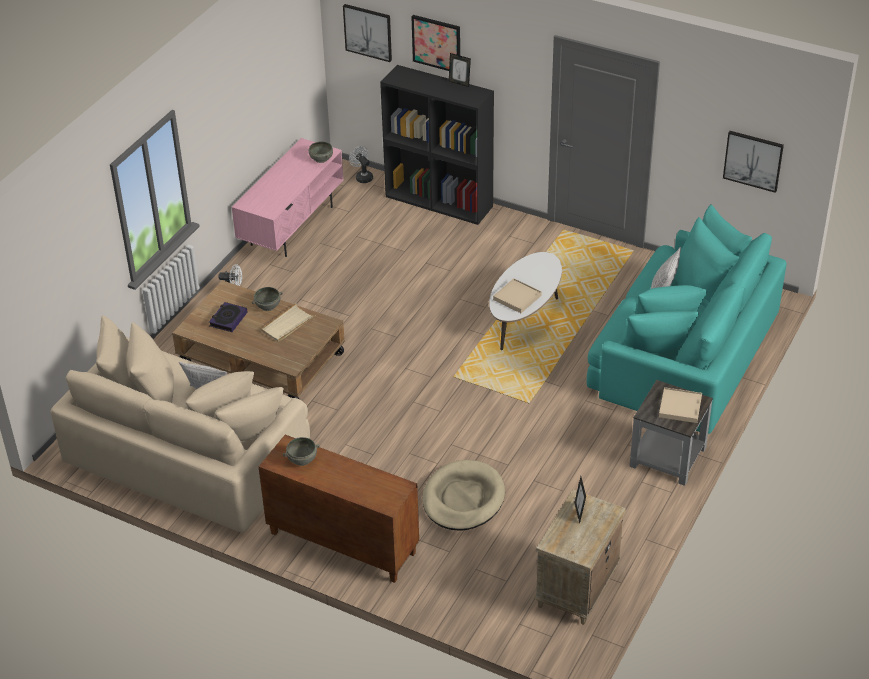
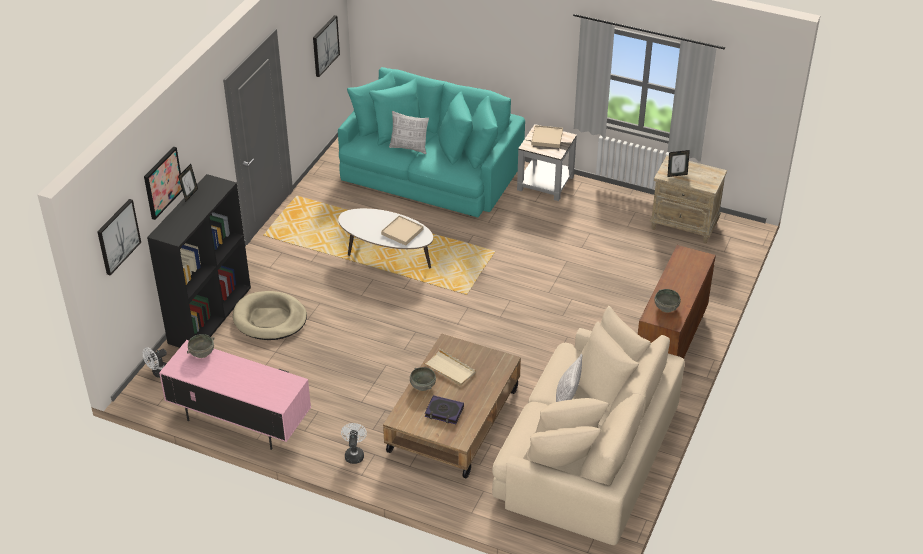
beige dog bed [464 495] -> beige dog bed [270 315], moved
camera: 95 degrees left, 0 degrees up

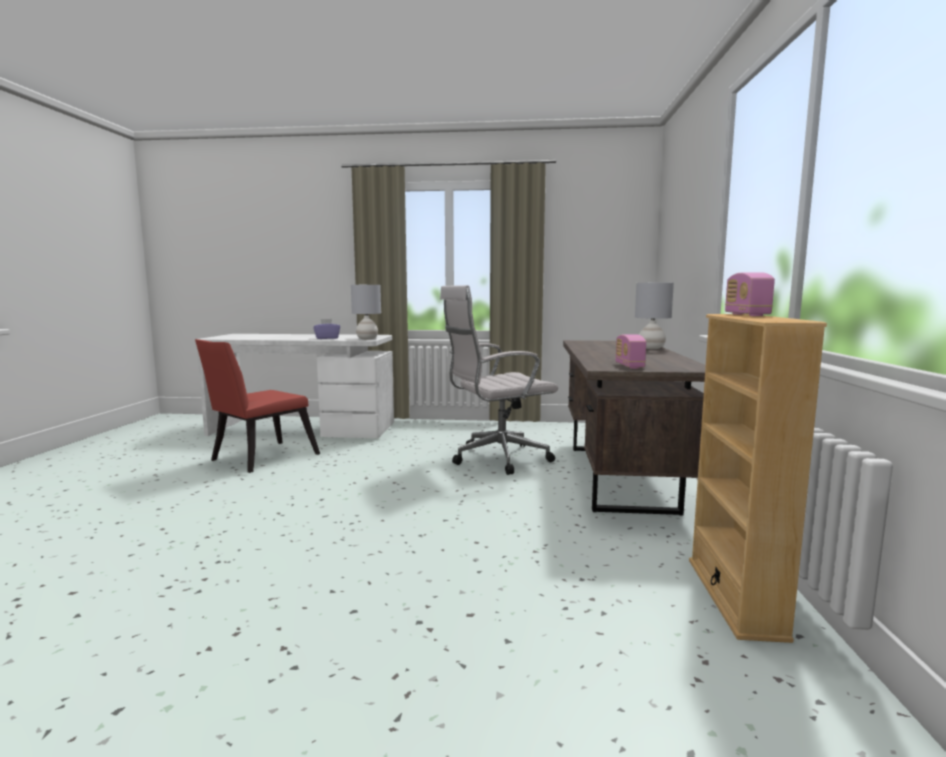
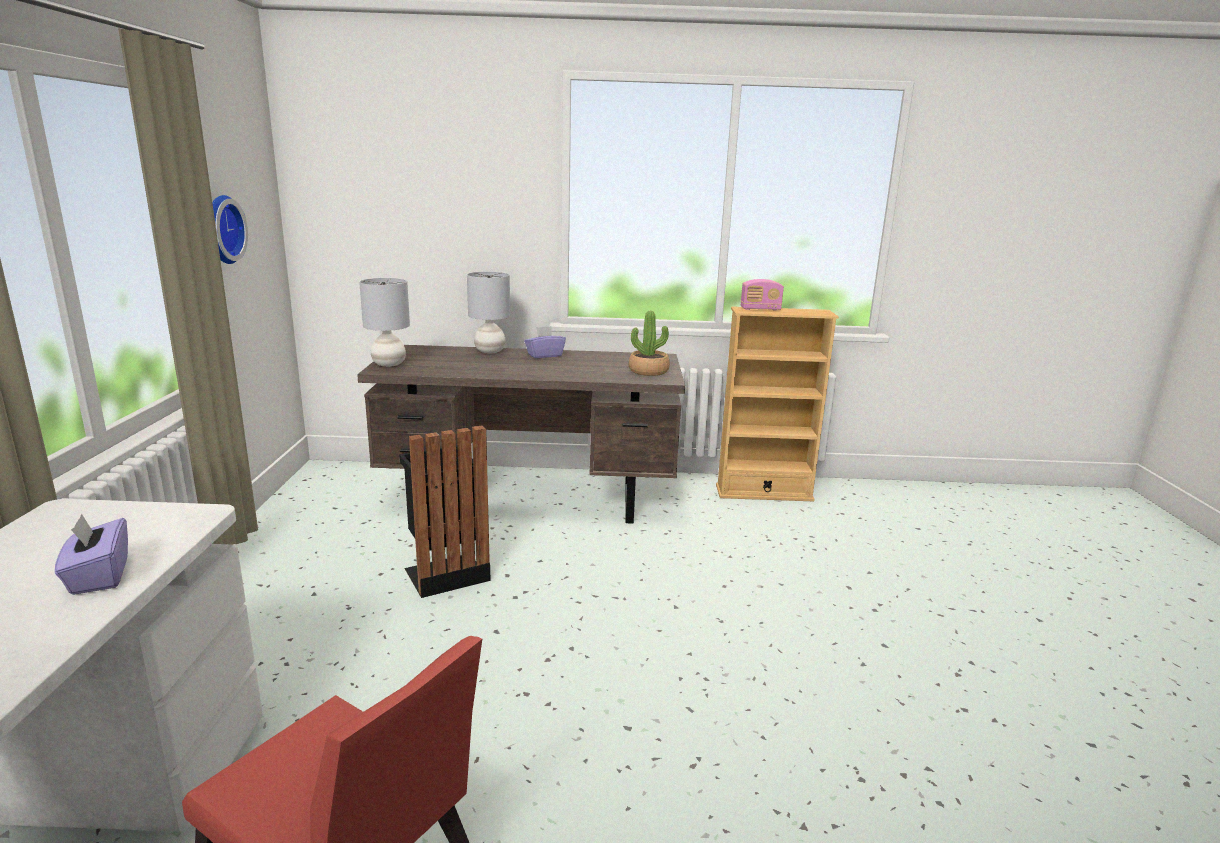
none -> wall clock [230 229]
grey table lamp [366 312] -> grey table lamp [384 322], moved
white office chair [499 380] -> black trash can [445 512]
none -> purple tissue box [545 342]
radio [630 352] -> potted plant [649 343]
camera: 95 degrees left, 10 degrees up

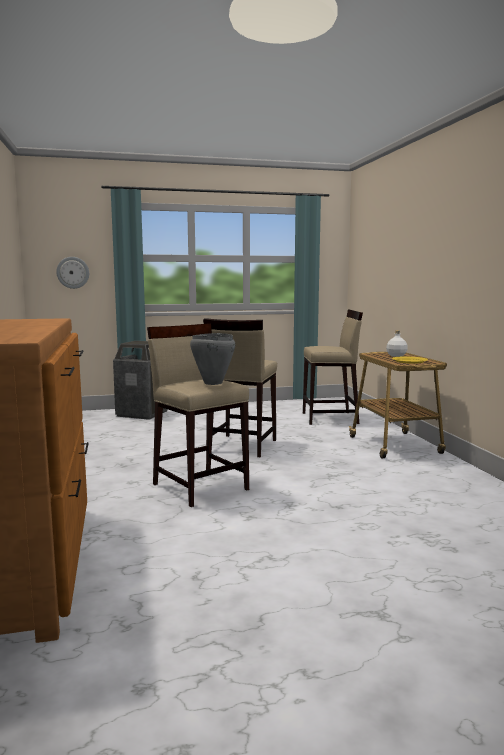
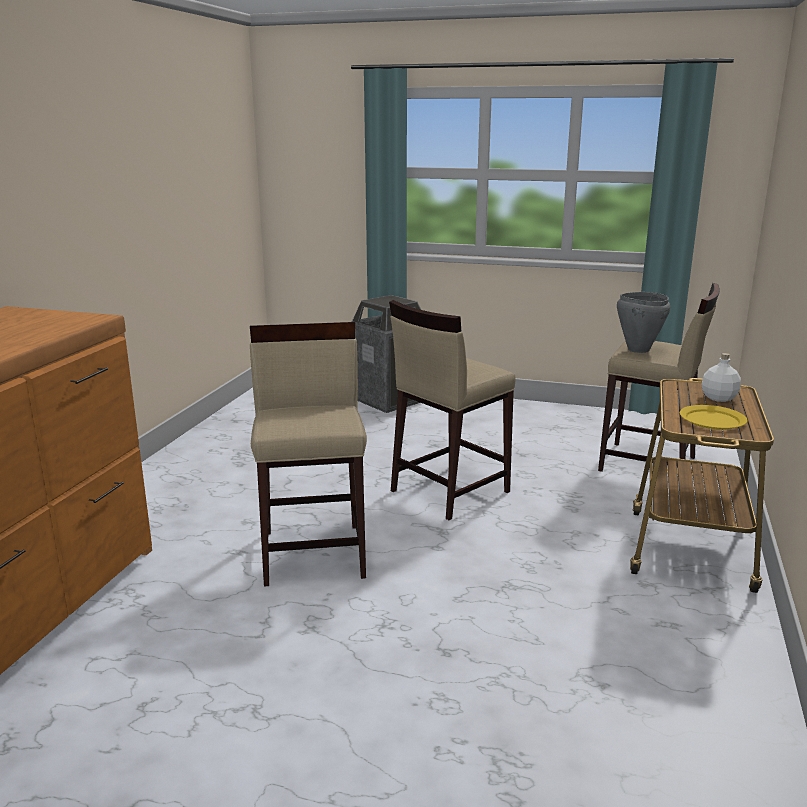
grey cooking pot [212 359] -> grey cooking pot [643 322], moved
wall clock [72 273] -> none
camera: 30 degrees right, 10 degrees up

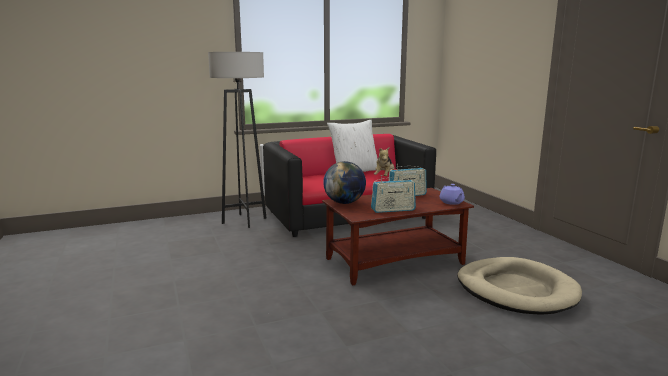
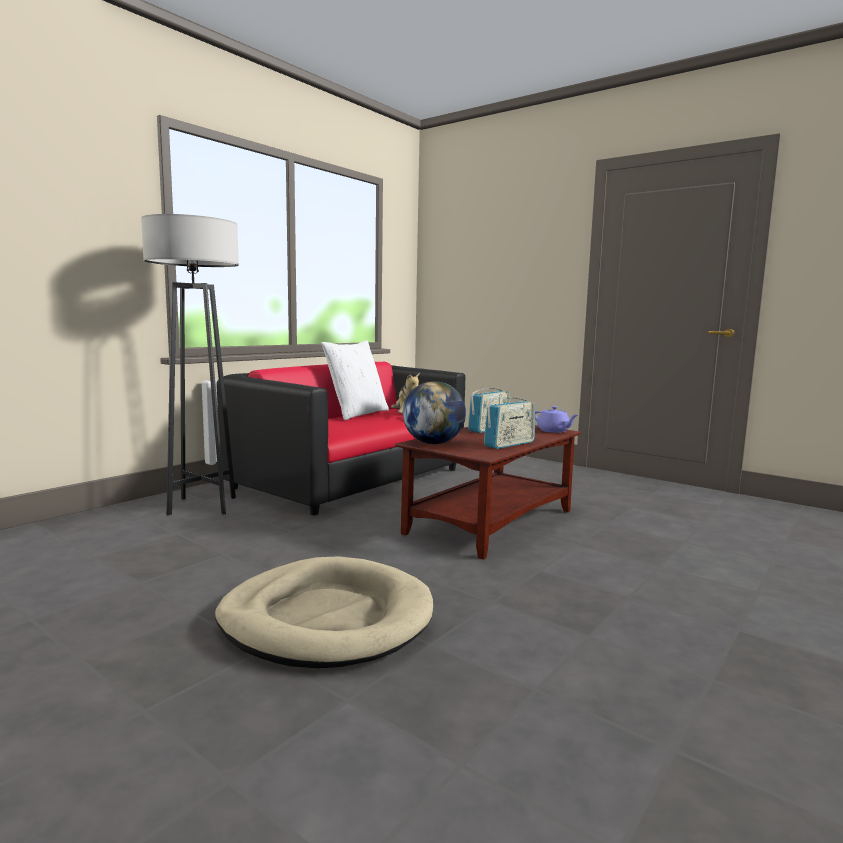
beige dog bed [519 286] -> beige dog bed [324 612], moved
camera: 30 degrees left, 5 degrees down

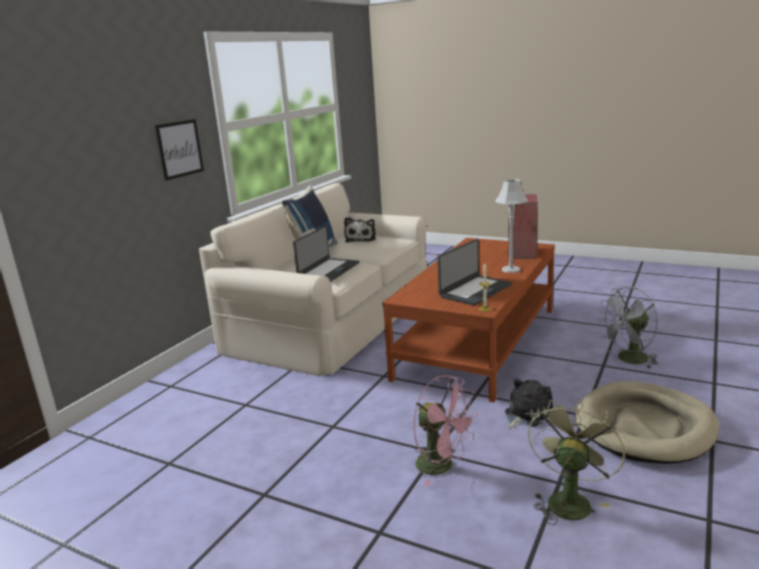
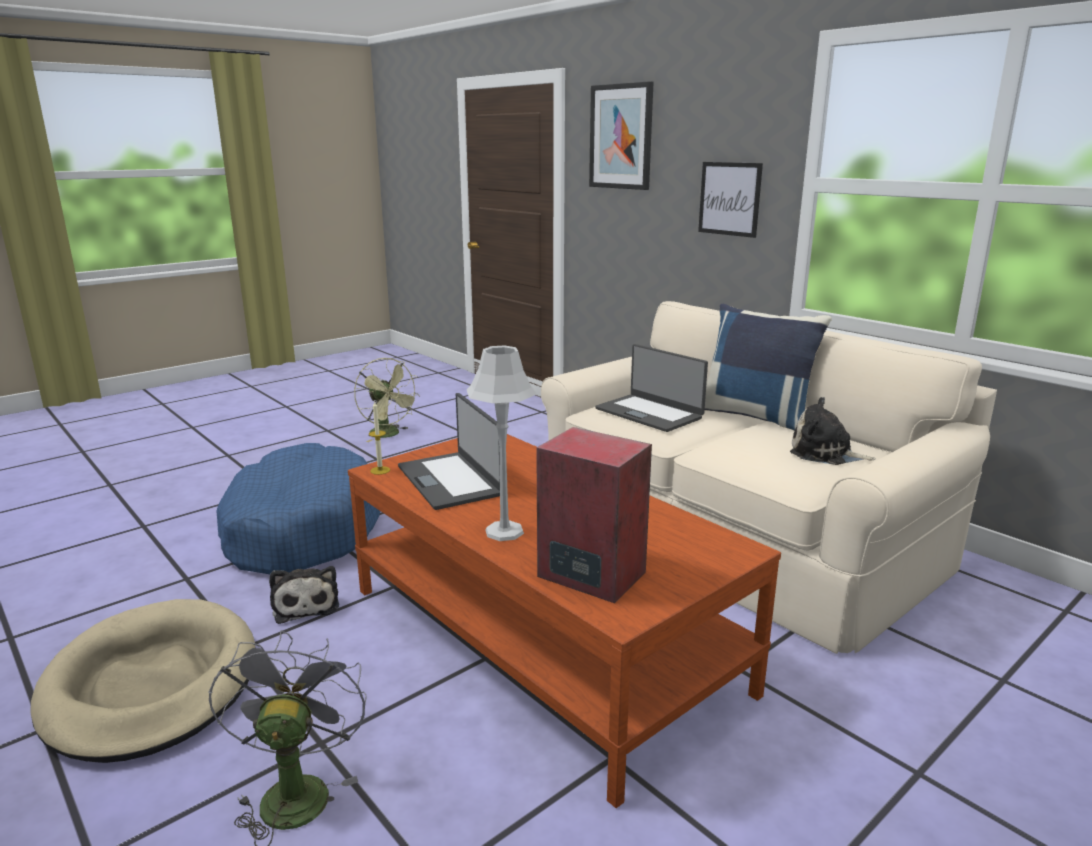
pink fan [445 430] -> blue dog bed [298 508]
green fan [576 461] -> green fan [387 400], moved
none -> picture [621 135]
camera: 110 degrees right, 0 degrees up

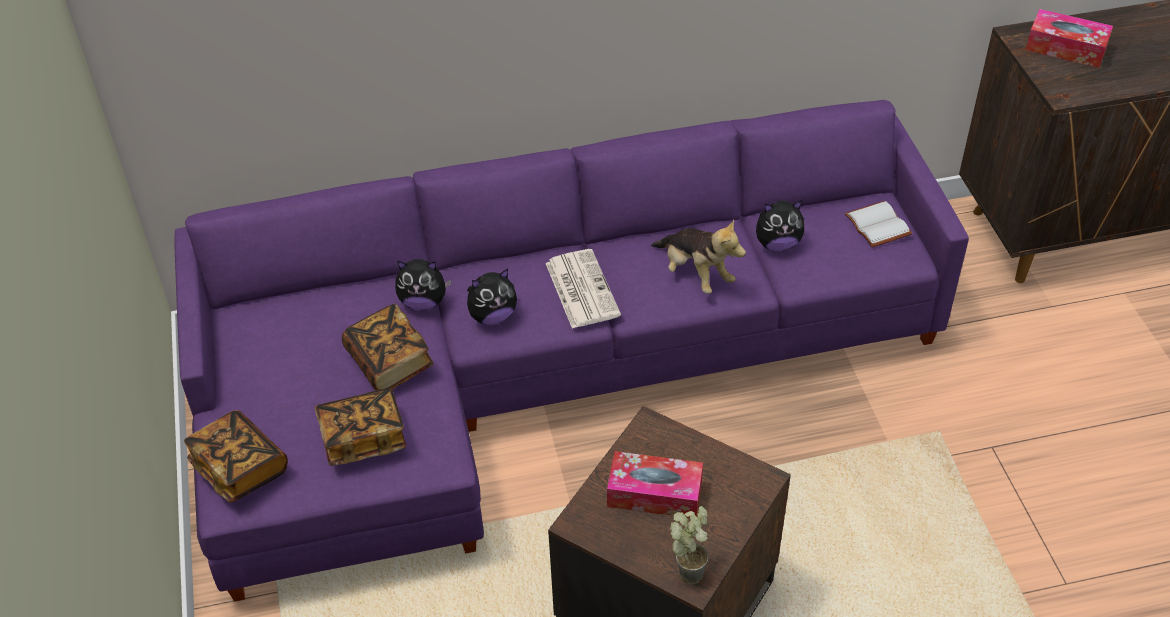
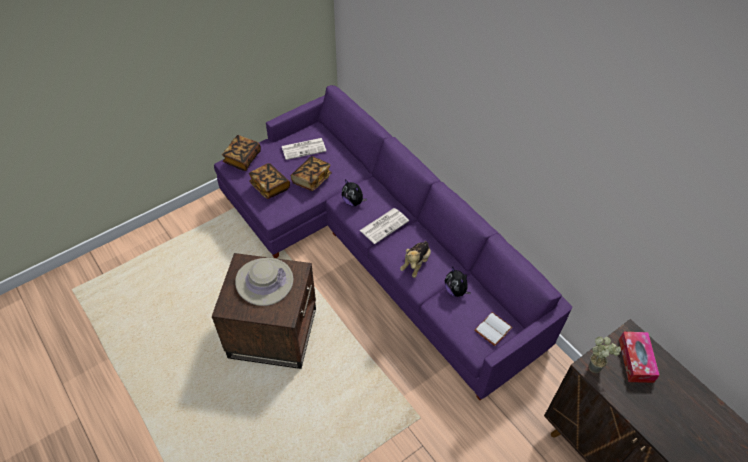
tissue box [655 484] -> beige hat [264 282]
none -> newspaper [304 149]
potted plant [689 545] -> potted plant [605 354], moved
plush toy [423 285] -> none
camera: 65 degrees right, 5 degrees up

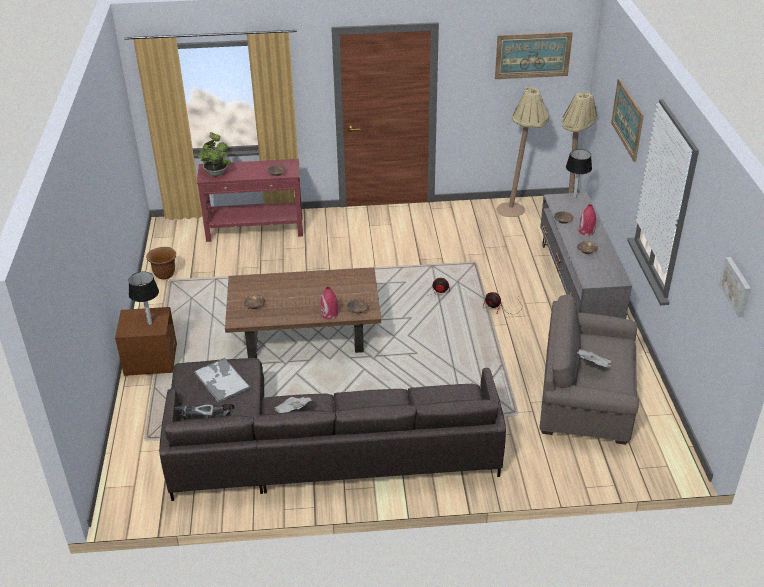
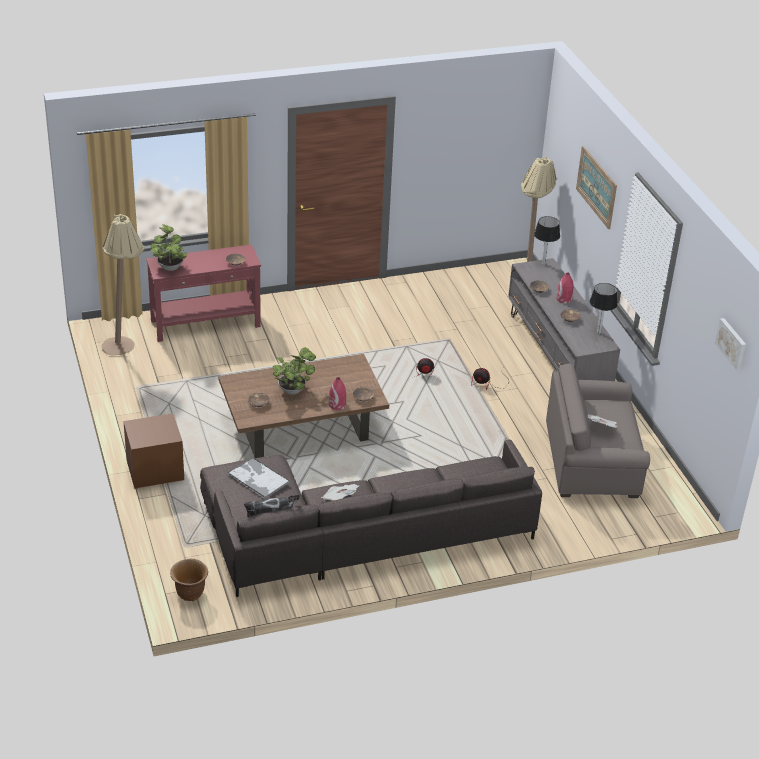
beige floor lamp [523 152] -> beige floor lamp [123 284], moved
brown planter [161 263] -> brown planter [189 580], moved
none -> potted plant [294 371]
table lamp [144 298] -> table lamp [604 308], moved
picture [534 55] -> none
camera: 15 degrees left, 0 degrees up

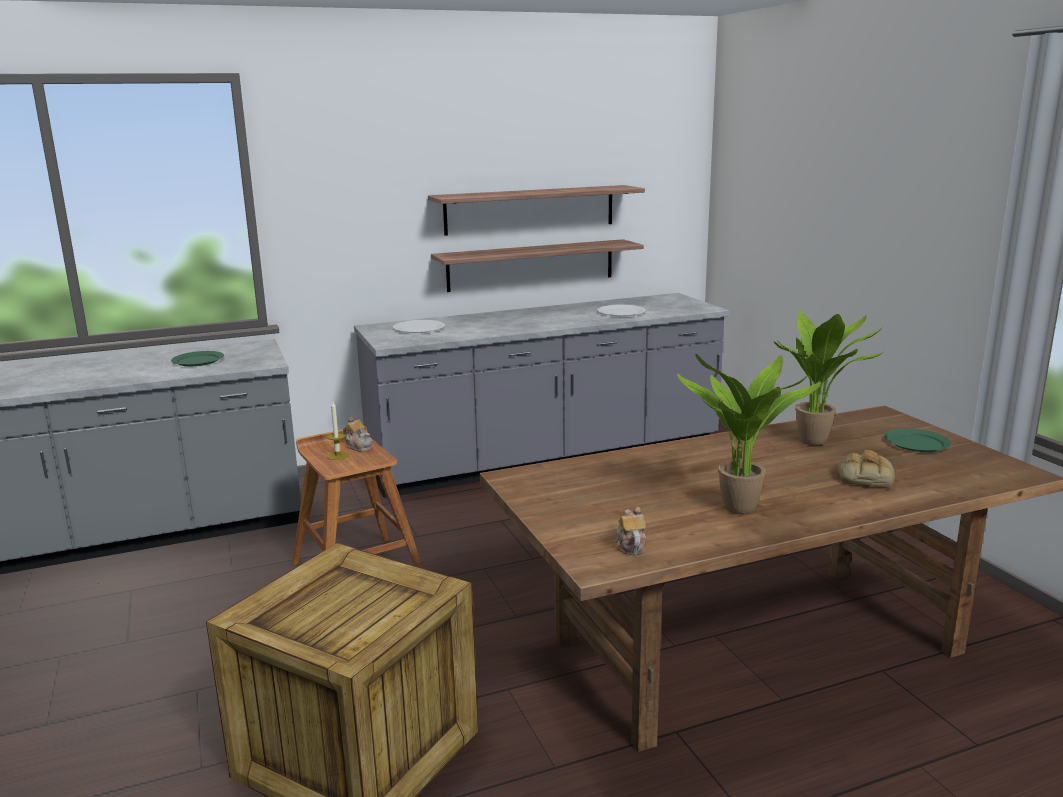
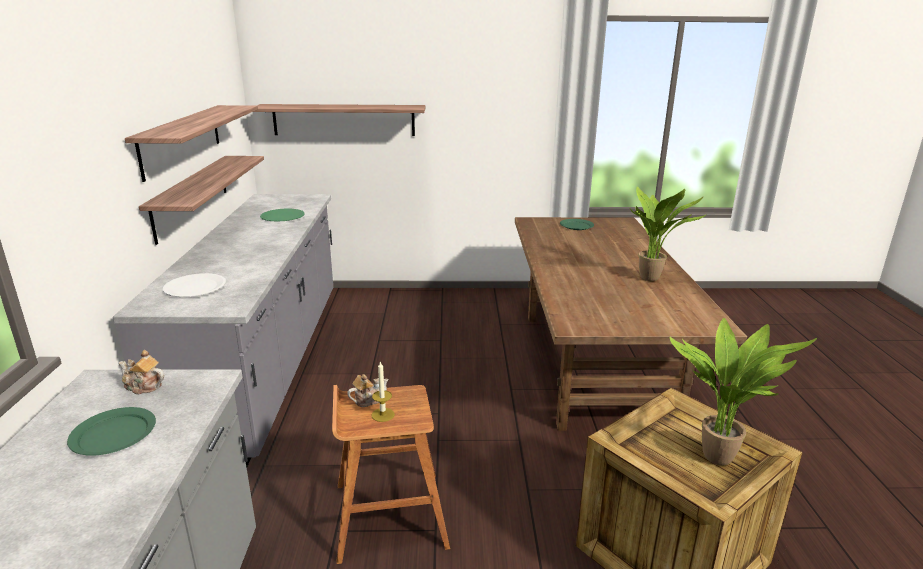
teapot [630 531] -> teapot [141 372], moved
none -> shelf [340 120]
white plate [621 310] -> green plate [282 215]
potted plant [829 378] -> potted plant [743 392], moved
bread [866 469] -> none
camera: 70 degrees left, 5 degrees up

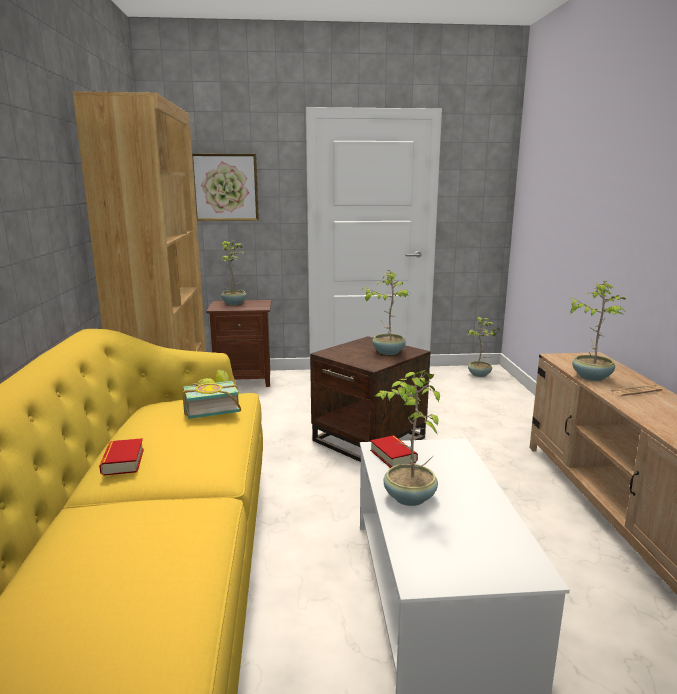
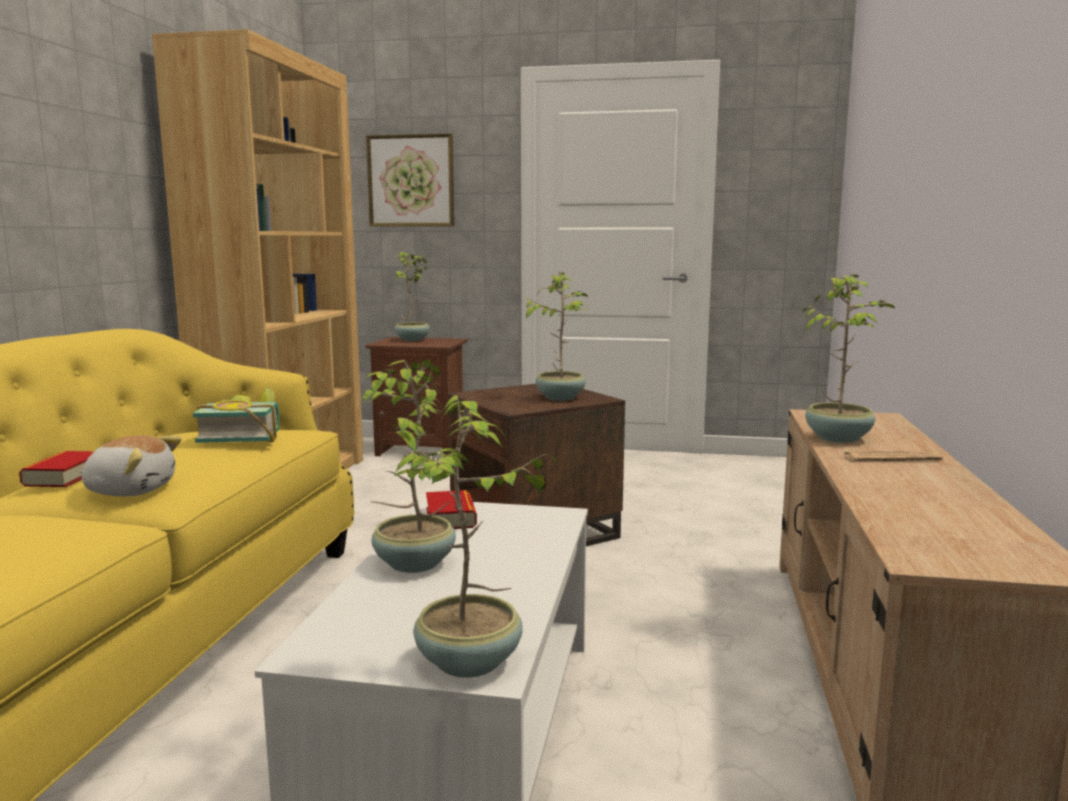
none -> plush toy [131 465]
potted plant [483 347] -> potted plant [478 536], moved
camera: 15 degrees right, 5 degrees down

